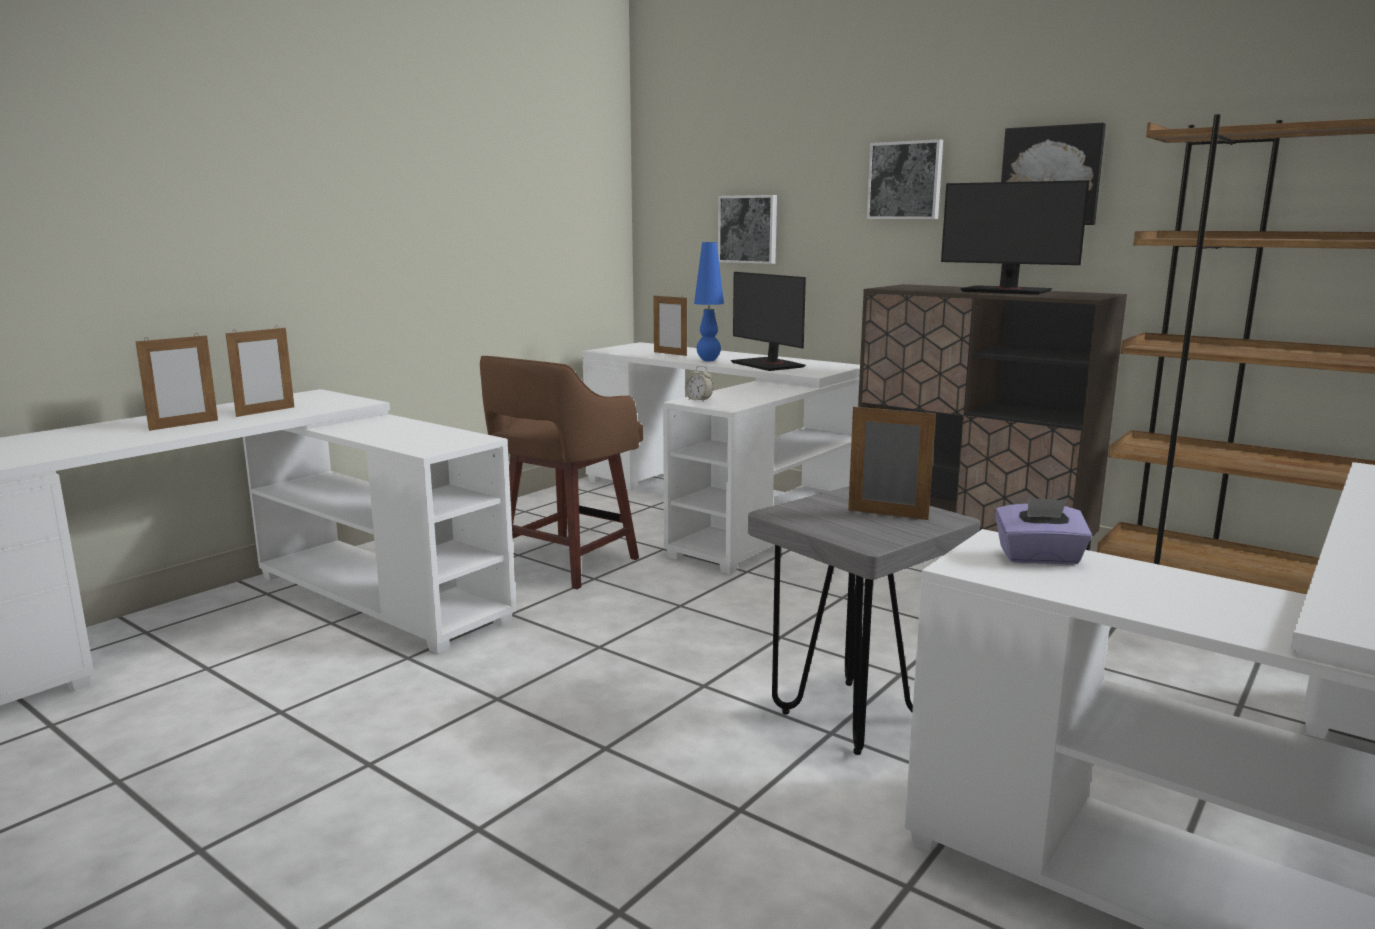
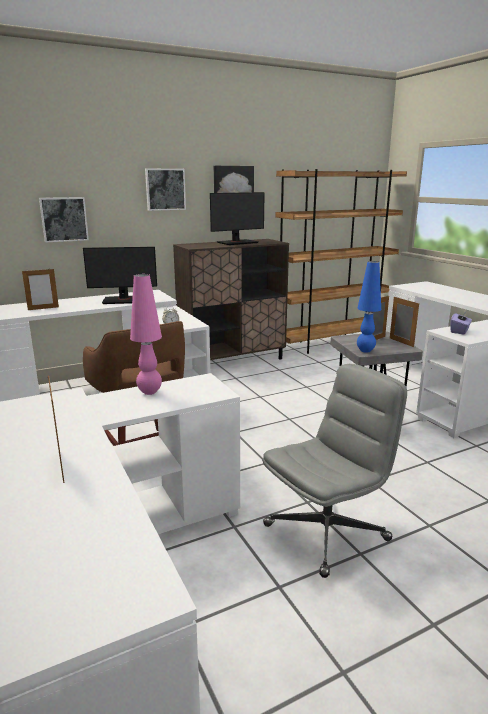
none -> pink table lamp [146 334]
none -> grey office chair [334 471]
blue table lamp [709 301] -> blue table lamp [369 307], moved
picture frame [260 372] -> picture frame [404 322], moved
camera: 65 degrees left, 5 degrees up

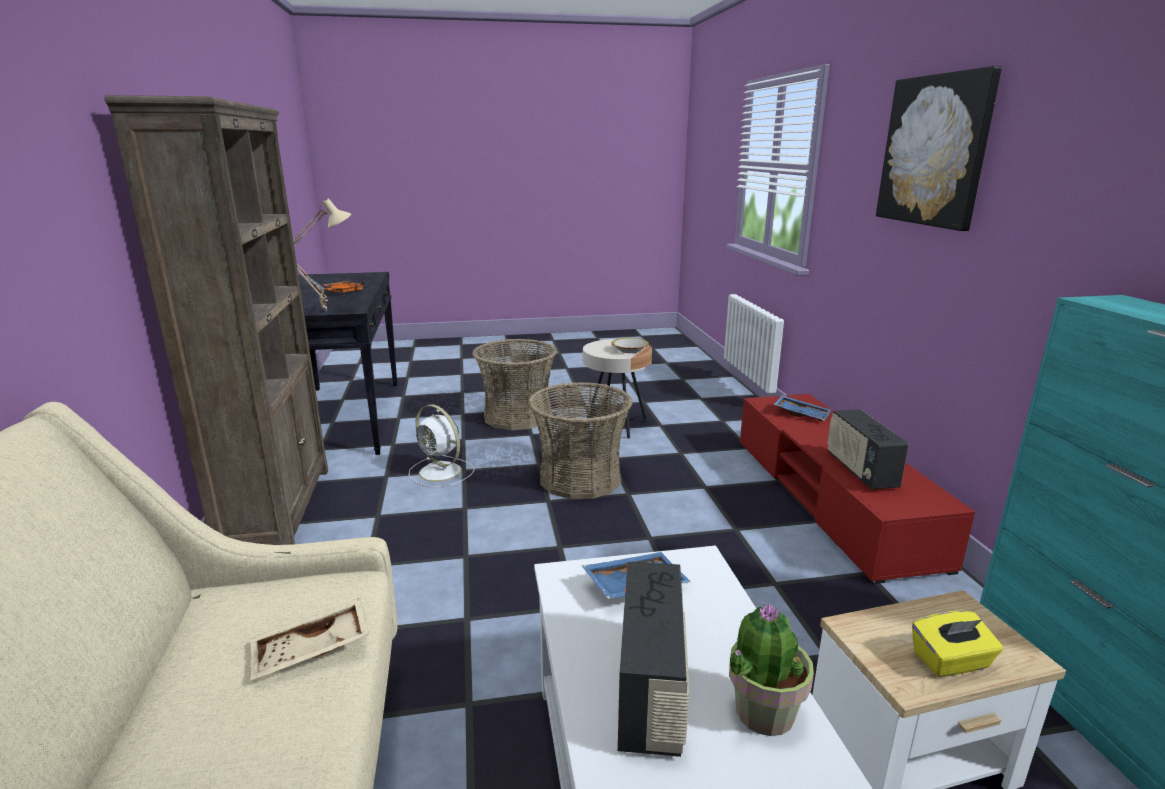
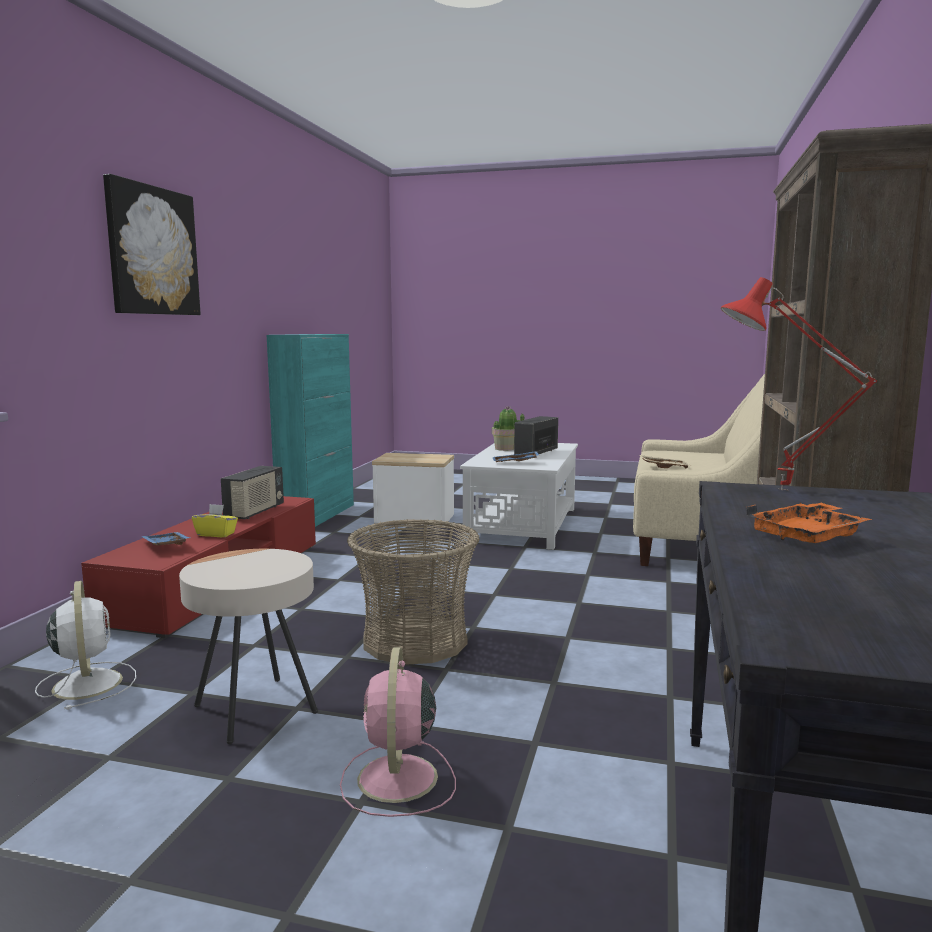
white fan [442 445] -> white fan [85 645], moved
yellow tissue box [957 644] -> yellow tissue box [215 520], moved
basket [514 384] -> pink fan [398 732]
beige table lamp [322 254] -> red table lamp [799 384]
bowl [630 345] -> none
camera: 155 degrees left, 10 degrees down

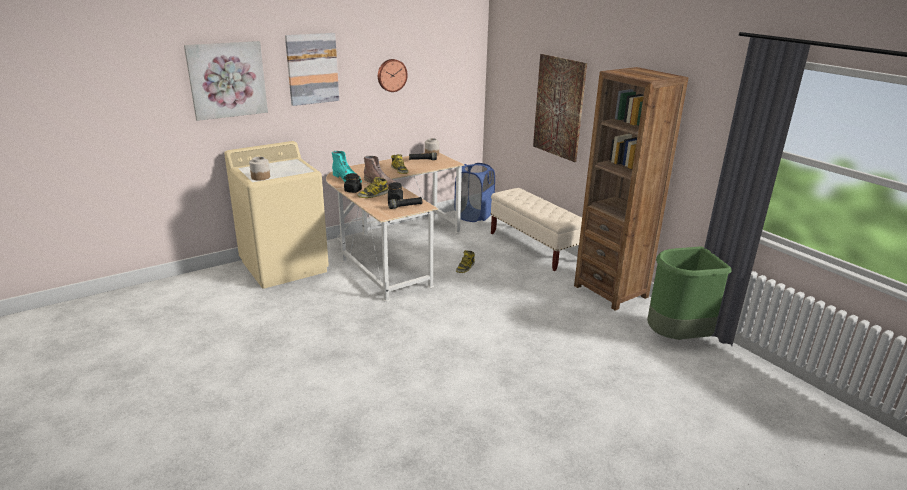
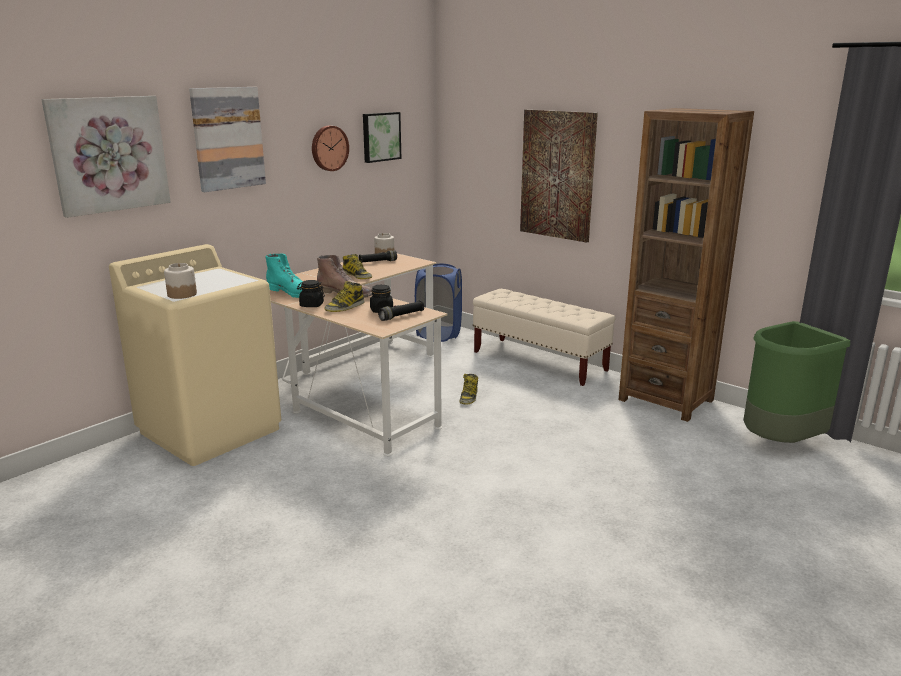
none -> picture [382 137]
camera: 15 degrees left, 5 degrees down

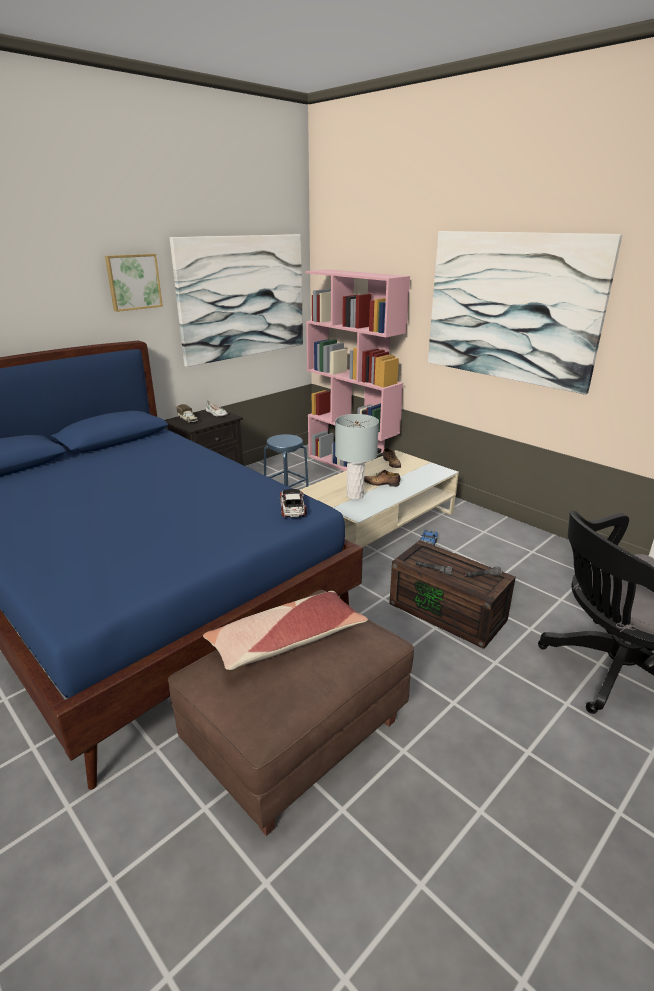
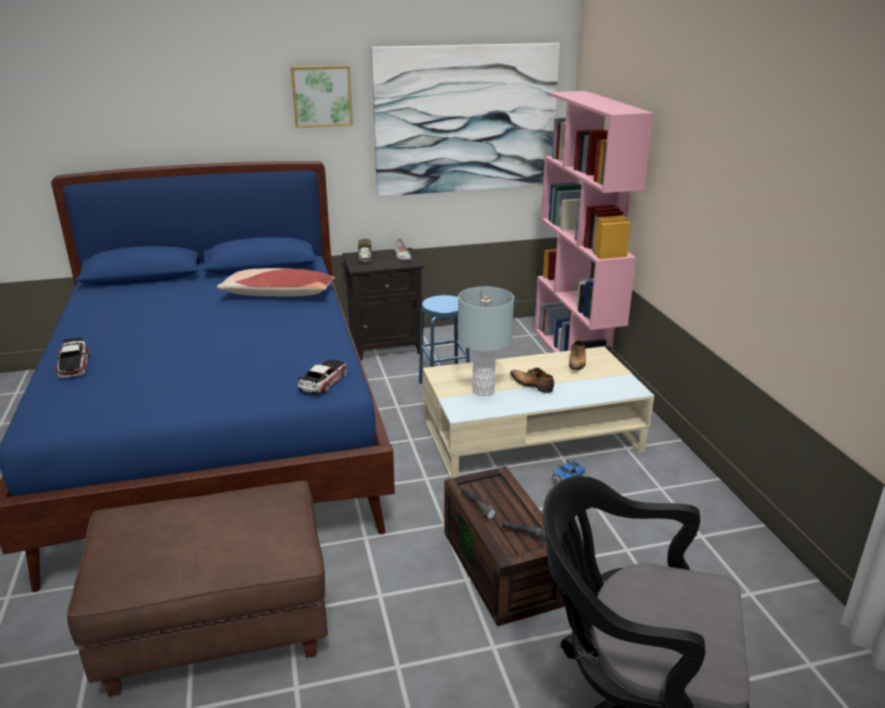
none -> toy car [73 357]
pillow [285 630] -> pillow [276 282], moved
picture [525 313] -> none
camera: 30 degrees right, 0 degrees up

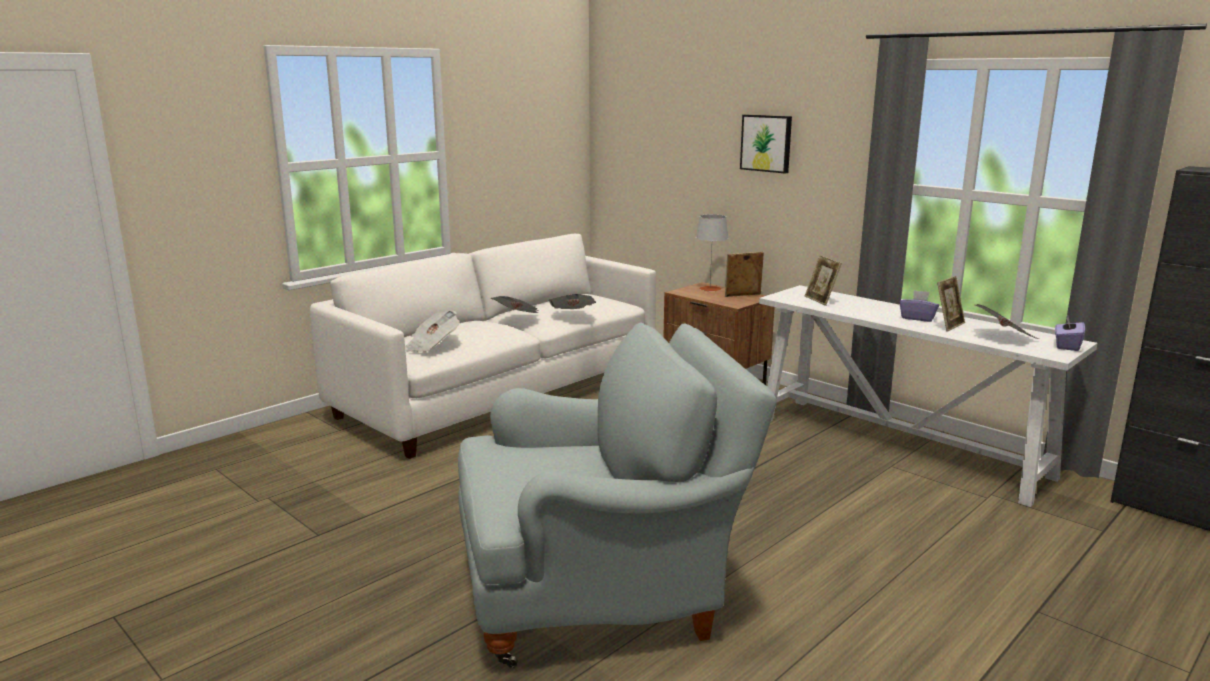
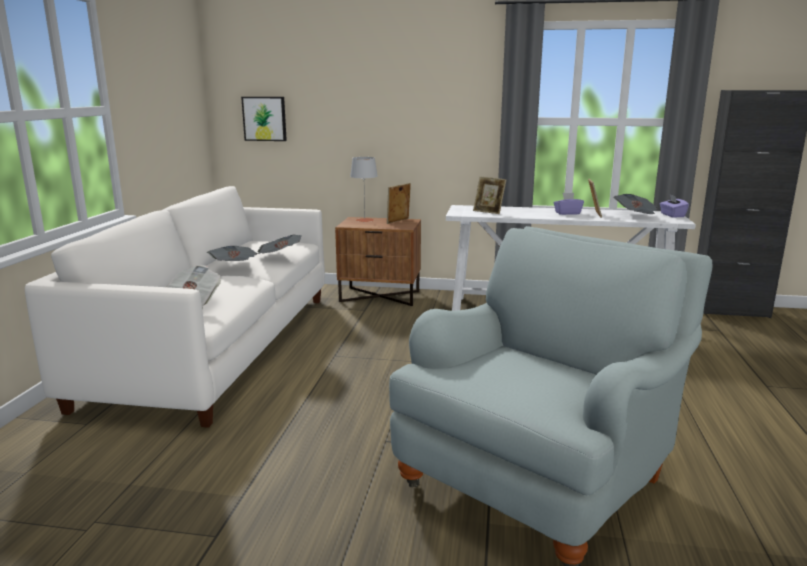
picture [766 144] -> picture [264 119], moved
camera: 35 degrees left, 0 degrees up

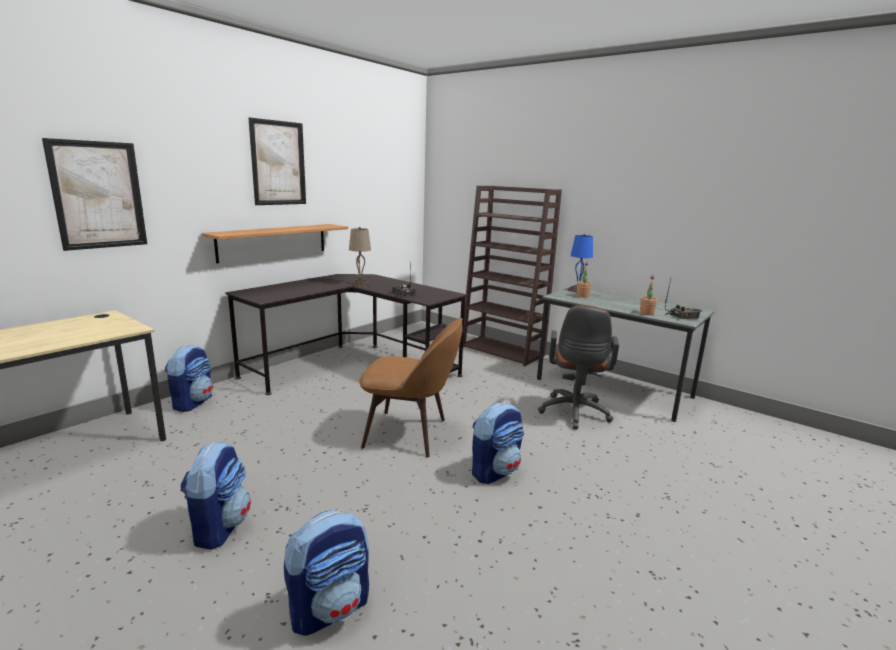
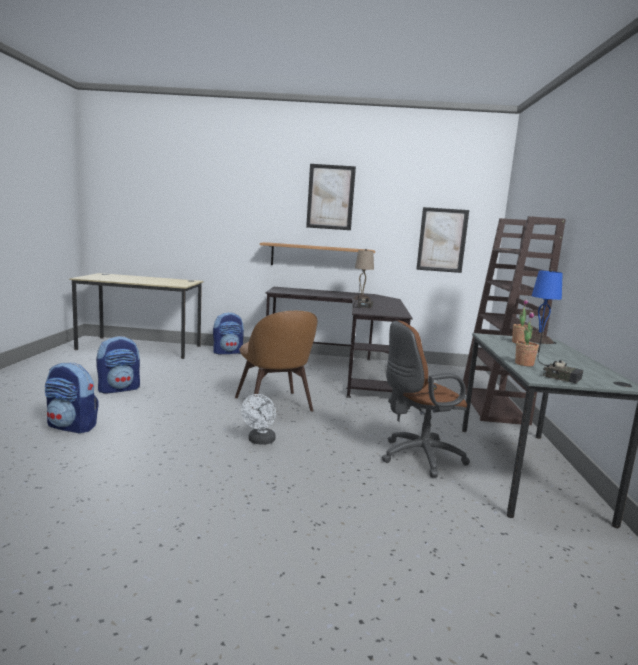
backpack [498 443] -> white fan [258 419]
picture [94 194] -> picture [442 240], moved
camera: 55 degrees right, 5 degrees down

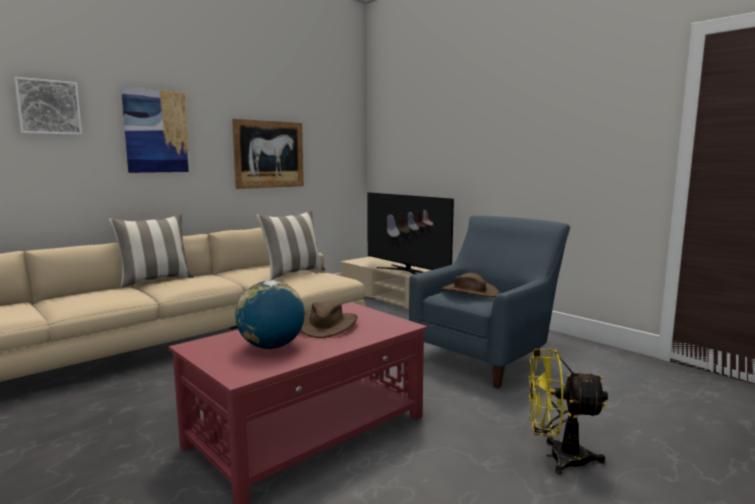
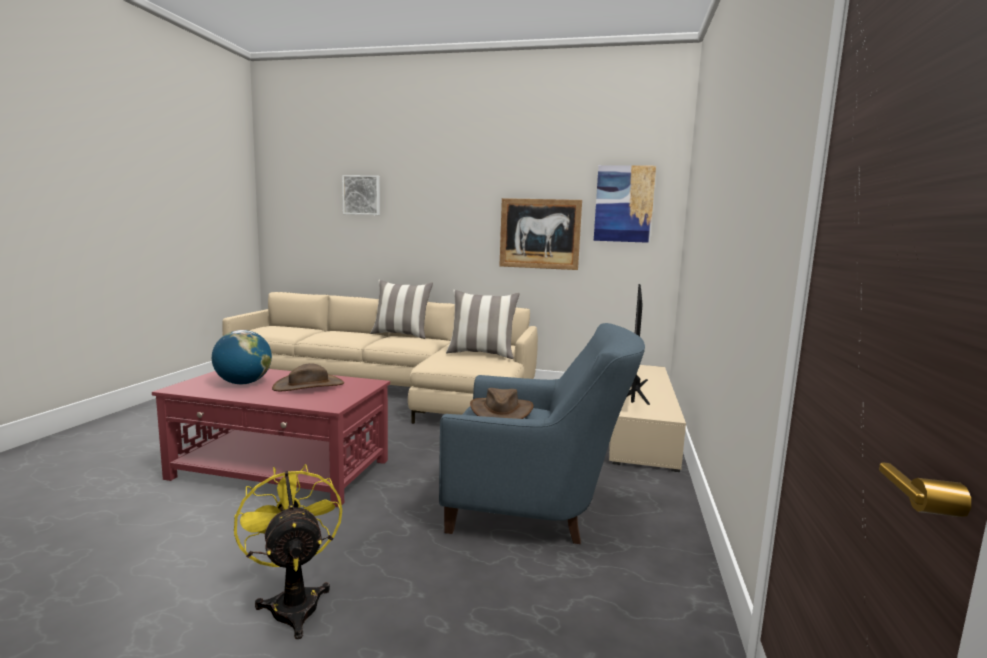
picture [155 130] -> picture [625 204], moved
camera: 55 degrees right, 0 degrees up

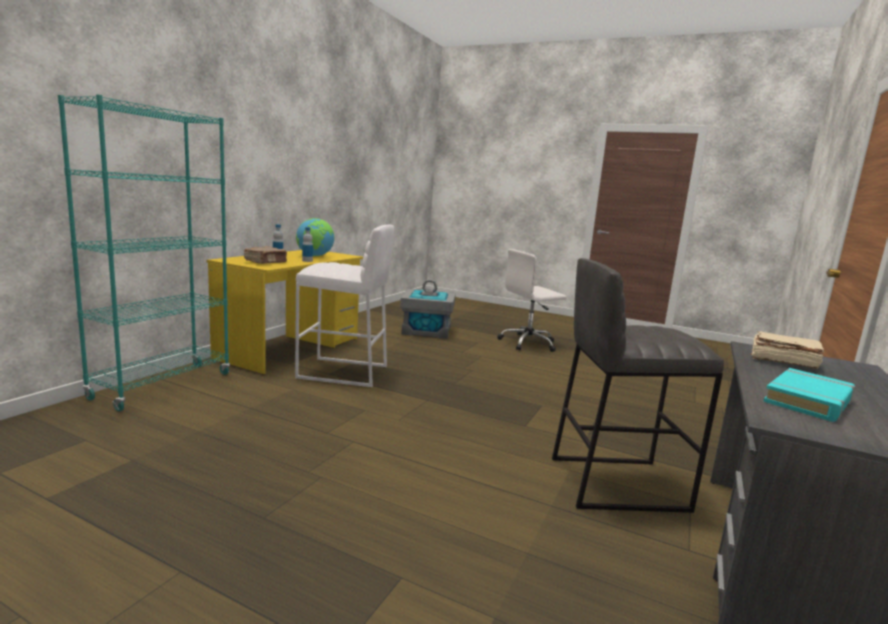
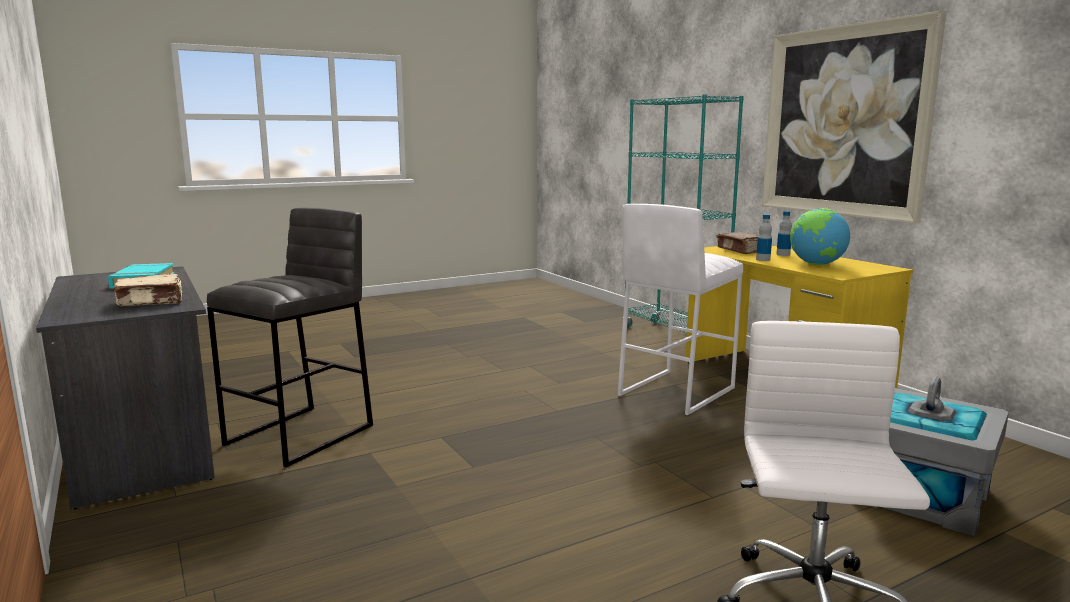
none -> picture [854 117]
camera: 125 degrees right, 0 degrees up

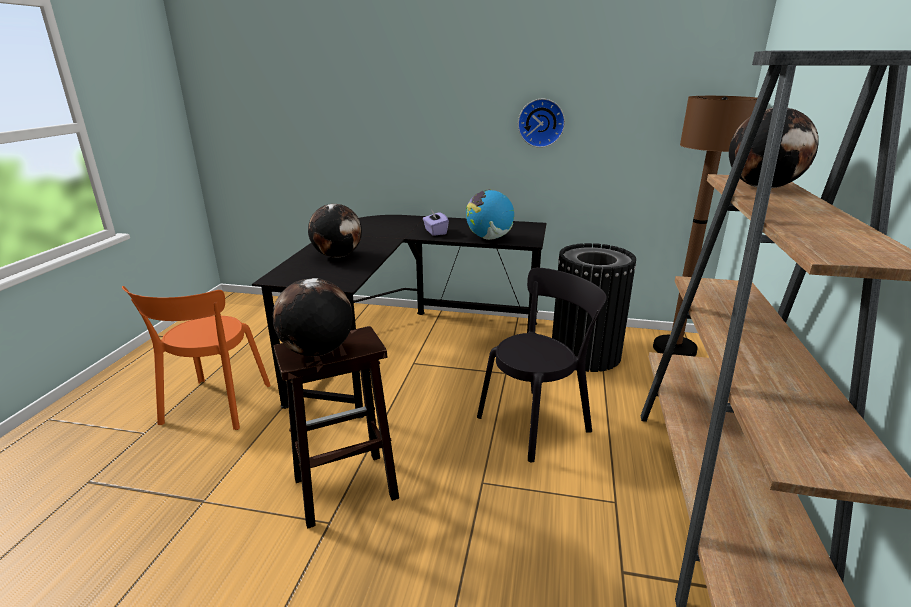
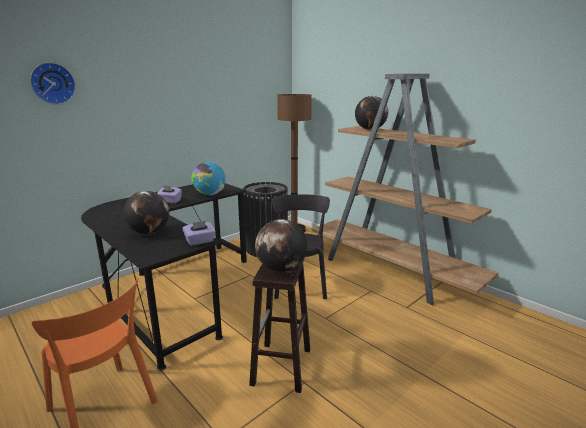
wall clock [541 123] -> wall clock [53 83], moved
none -> purple tissue box [199 233]
camera: 55 degrees left, 5 degrees down

